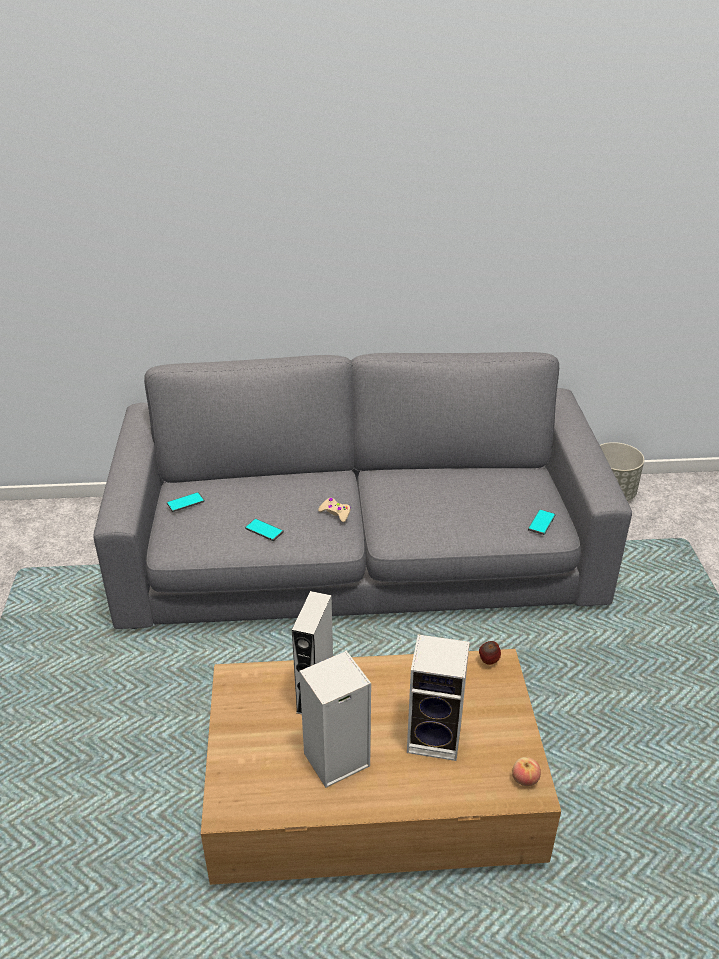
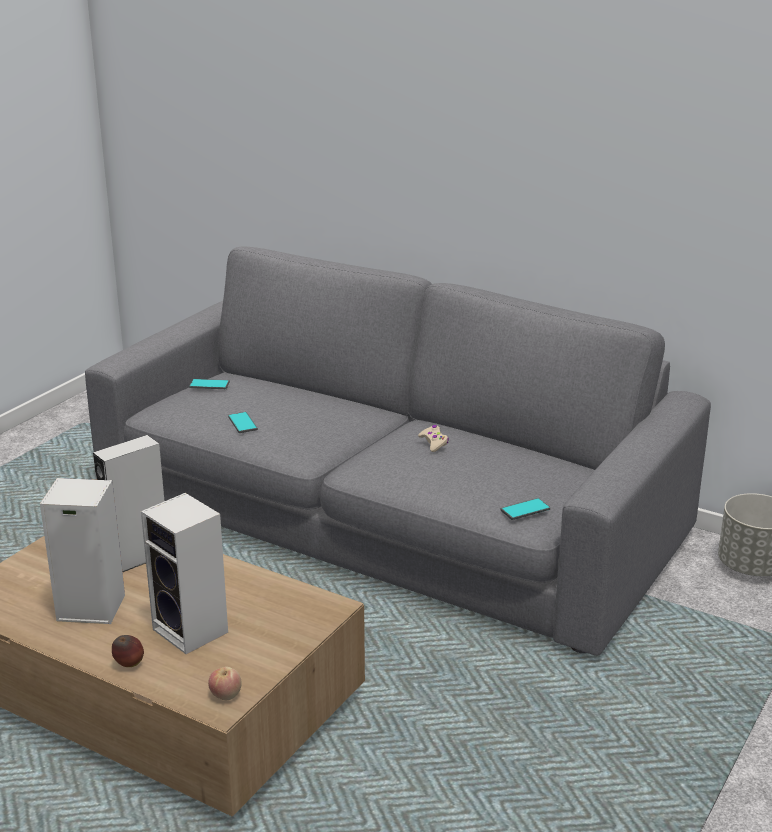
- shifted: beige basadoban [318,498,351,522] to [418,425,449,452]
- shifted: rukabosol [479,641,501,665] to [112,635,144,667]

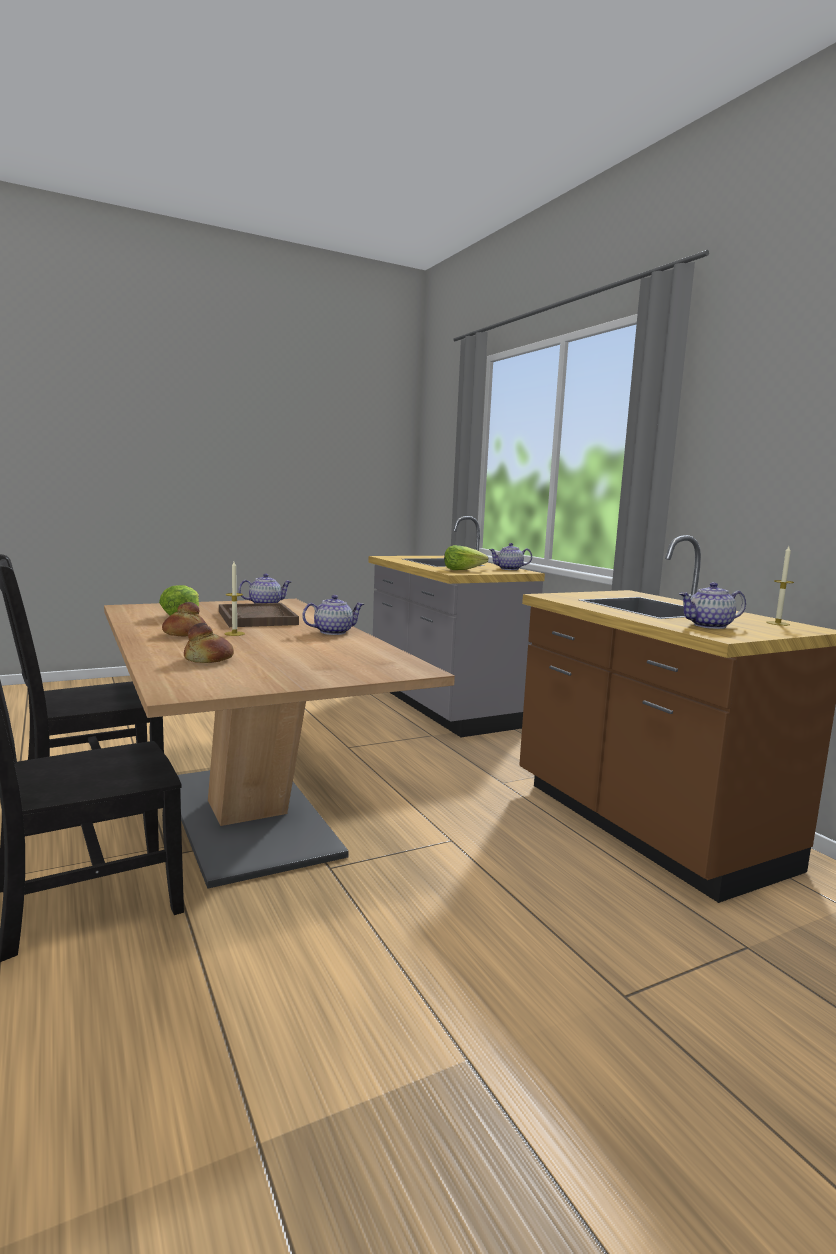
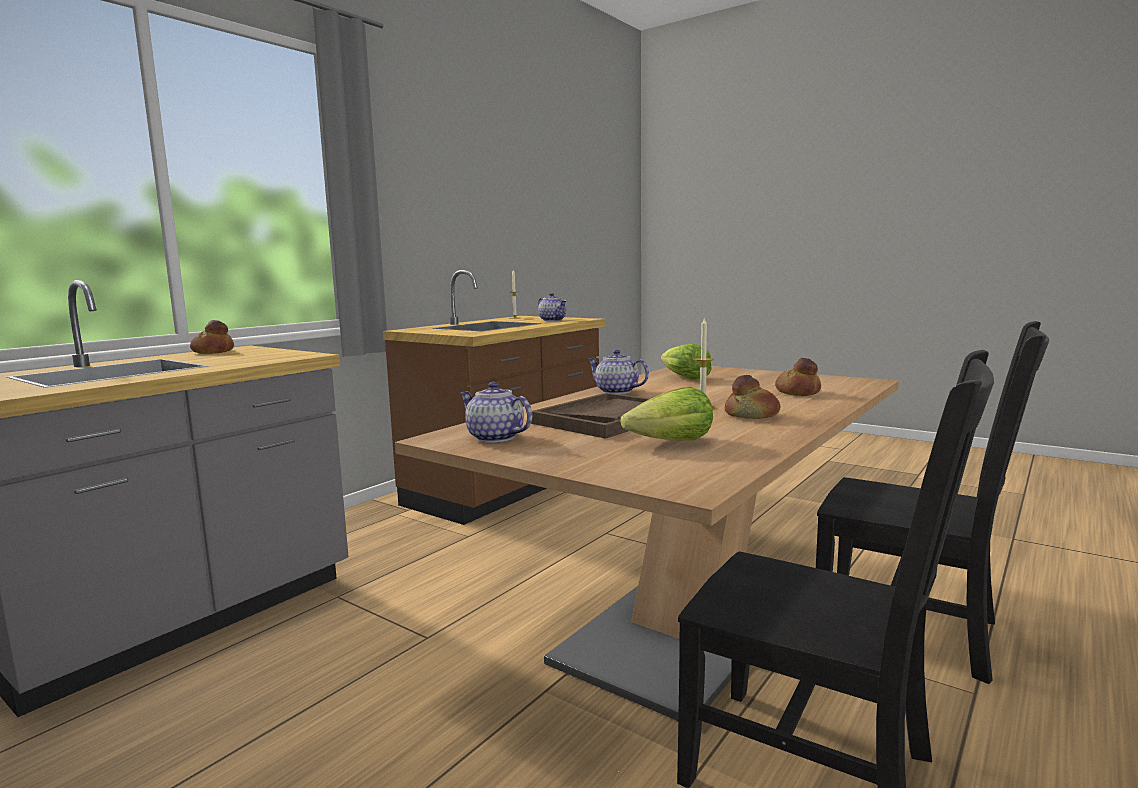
- swapped: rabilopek [489,543,532,570] to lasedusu [190,320,234,354]
- shifted: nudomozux [444,545,489,570] to [661,344,712,380]

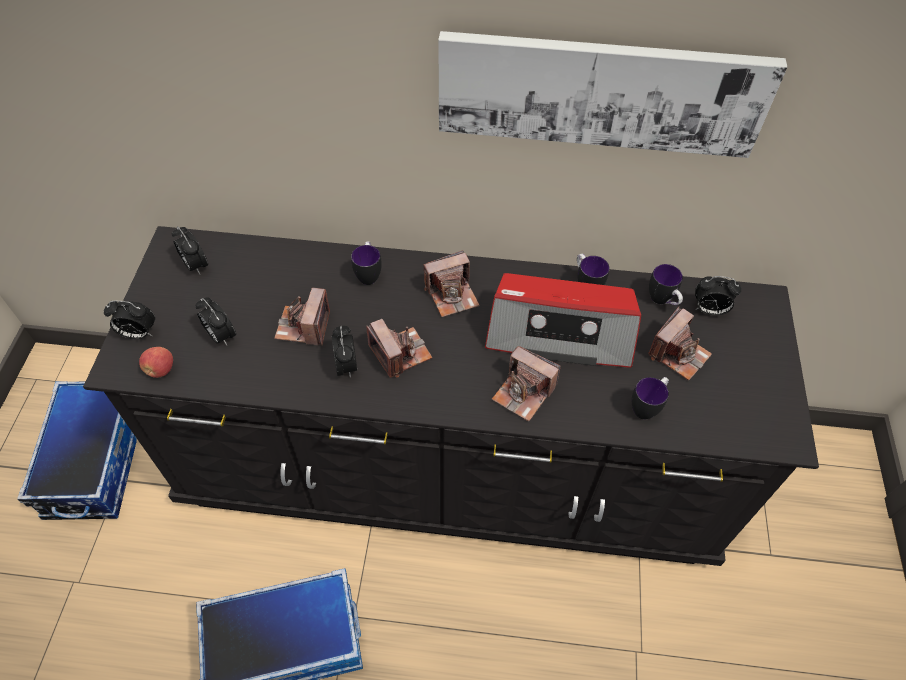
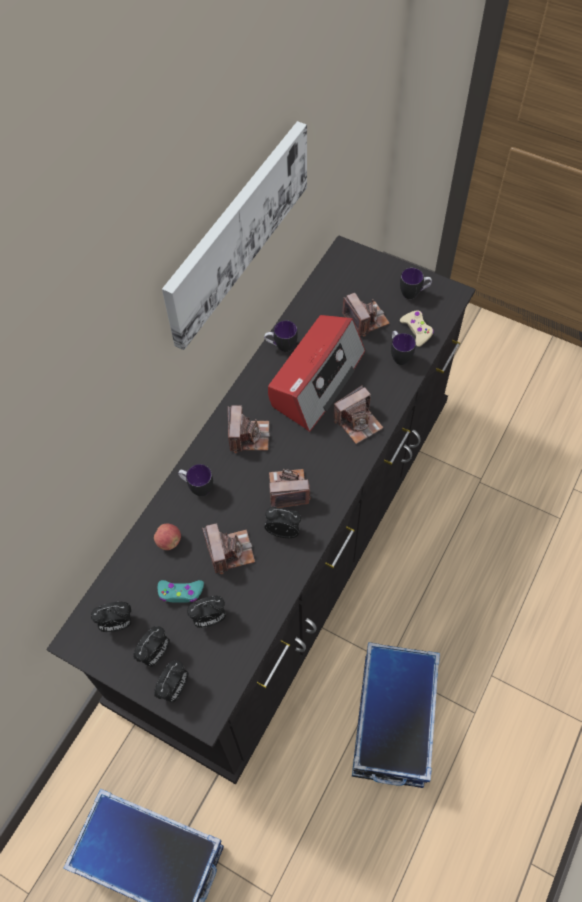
- shifted: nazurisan [649,264,683,305] to [400,268,432,299]
- shifted: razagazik [695,276,741,315] to [133,626,170,667]
- rotated: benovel [274,288,330,346] = [202,523,255,574] 135 degrees counterclockwise
- shifted: rukabosol [139,347,173,378] to [154,524,181,550]
- new: beige basadoban [400,311,434,347]
- new: turquoise basadoban [158,580,204,603]

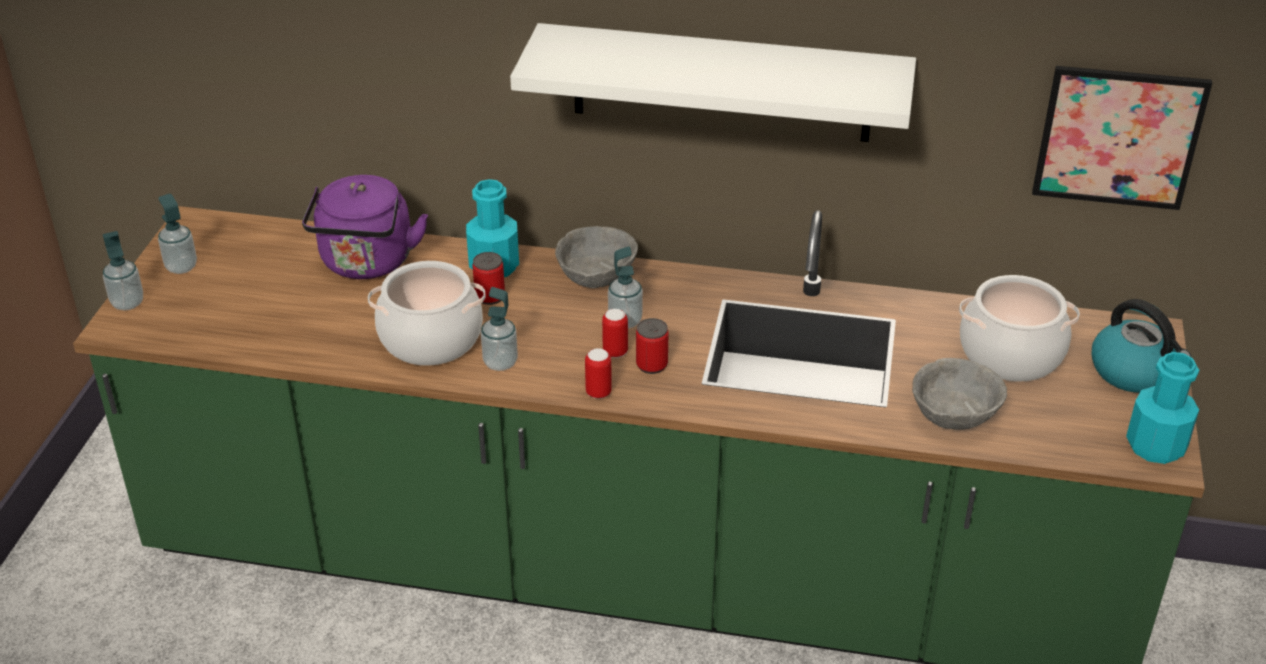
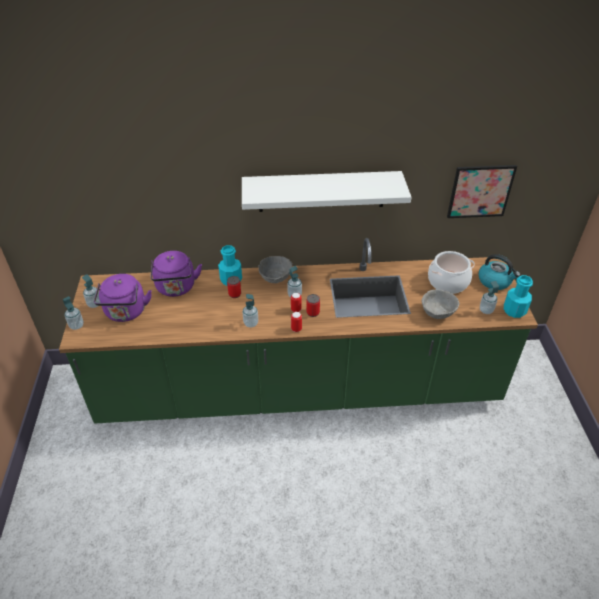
- gone: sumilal [368,261,486,366]
- new: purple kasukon [94,274,152,322]
- new: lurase [480,281,499,314]

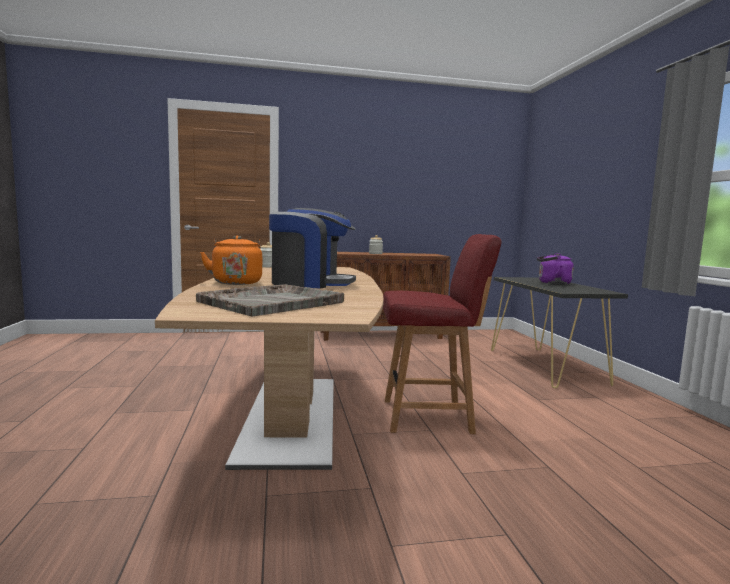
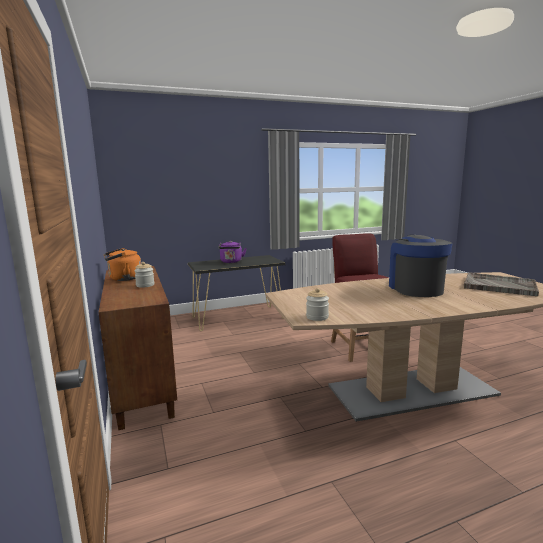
- shifted: orange kasukon [200,235,262,285] to [103,248,141,281]

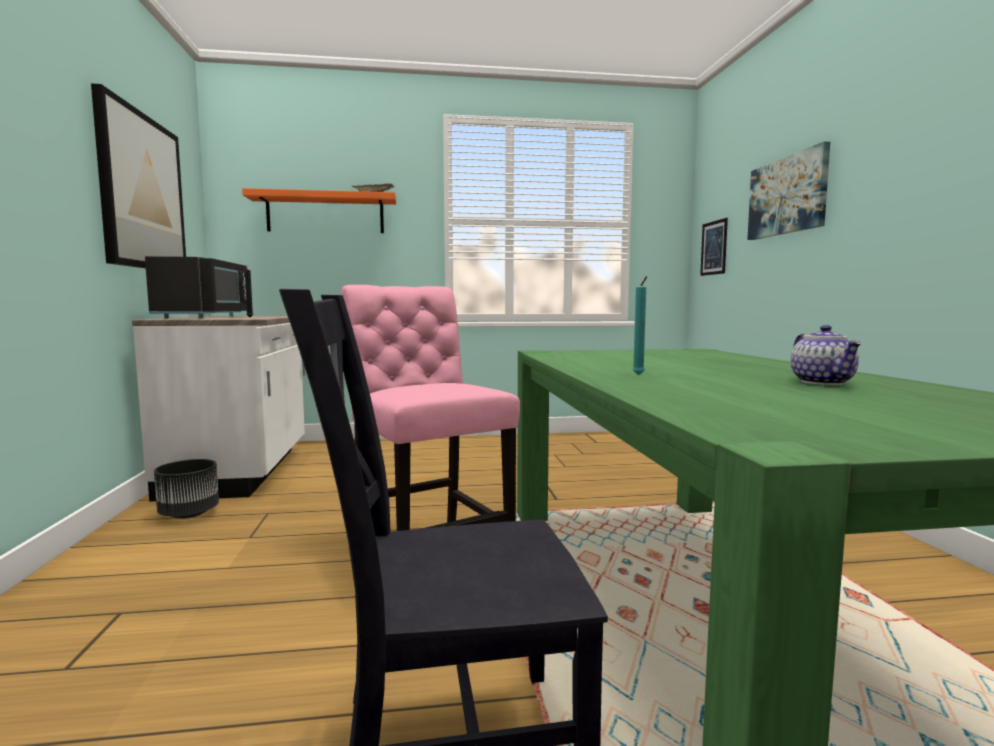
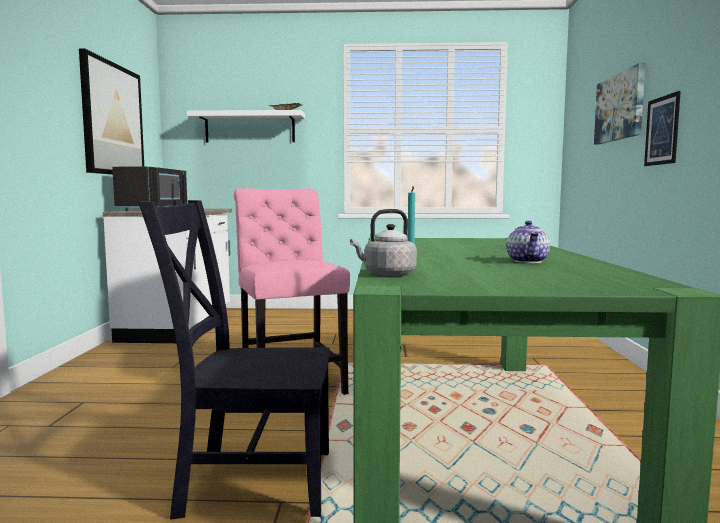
- repainted: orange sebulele [242,188,396,233] to white sebulele [187,110,305,143]
- shifted: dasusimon [700,218,728,276] to [644,91,681,166]
- gone: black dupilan [154,459,219,519]
- new: grey kasukon [350,209,417,276]

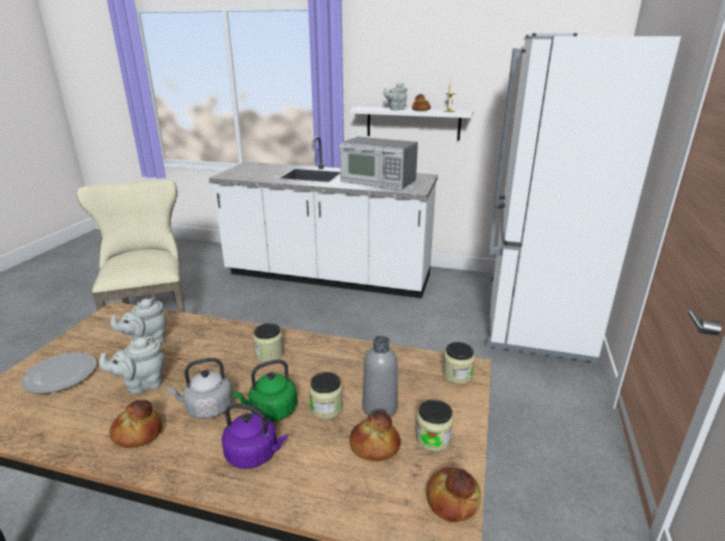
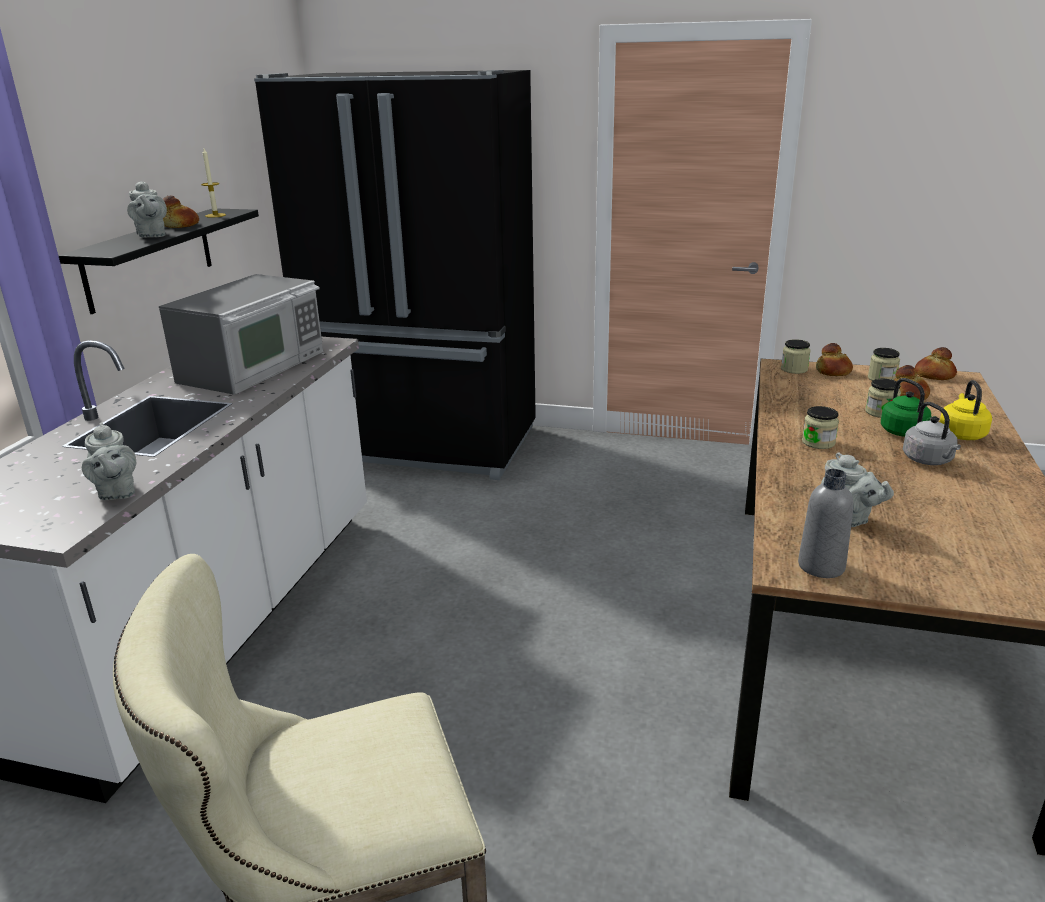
- repainted: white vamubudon [486,33,681,363] to black vamubudon [254,70,536,480]
- repainted: white sebulele [350,106,473,141] to black sebulele [58,209,259,314]
- shifted: grey rabilopek [99,336,165,394] to [82,422,136,500]
- shifted: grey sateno [362,336,398,417] to [798,469,854,578]
- gone: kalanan [21,352,96,394]
- shifted: lasedusu [109,400,162,448] to [816,343,853,376]
- repainted: purple kasukon [222,403,287,469] to yellow kasukon [940,380,992,440]

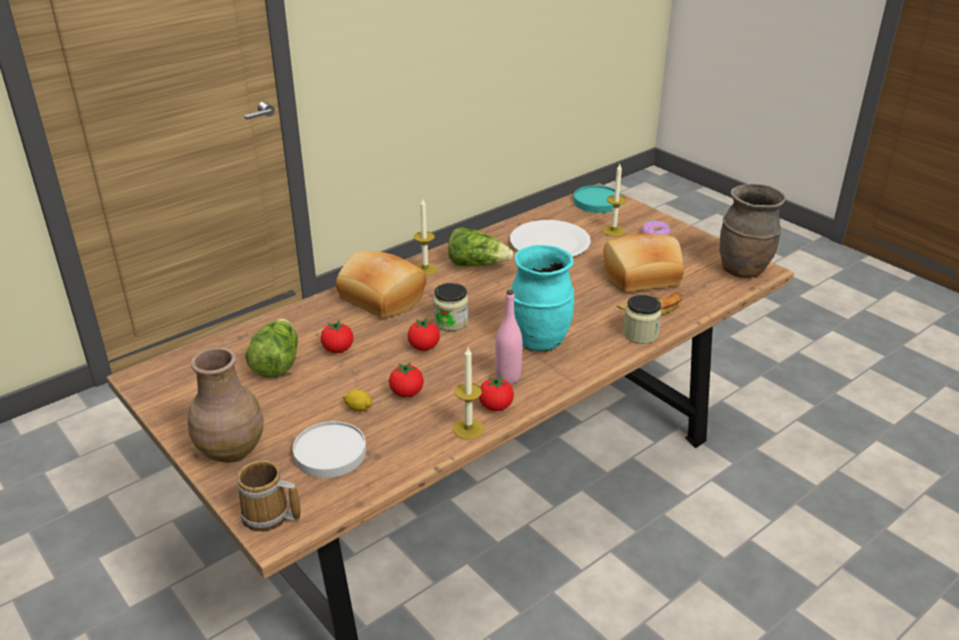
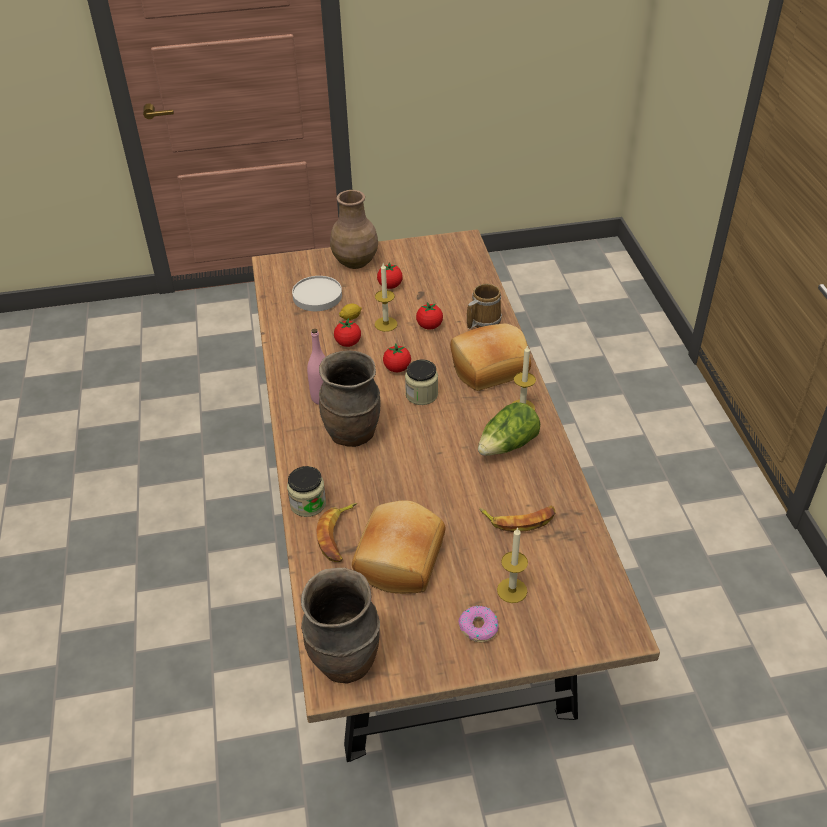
- gone: turquoise kalanan [573,185,622,213]
- swapped: white kalanan [510,220,591,257] to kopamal [479,506,555,532]
- repainted: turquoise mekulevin [510,245,574,352] to brown mekulevin [319,350,381,447]
- gone: nudomozux [245,318,298,378]
- shifted: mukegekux [453,348,484,440] to [375,263,397,332]
- shifted: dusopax [479,375,514,411] to [377,262,403,289]
- shifted: nazurisan [237,460,301,532] to [467,283,502,329]

